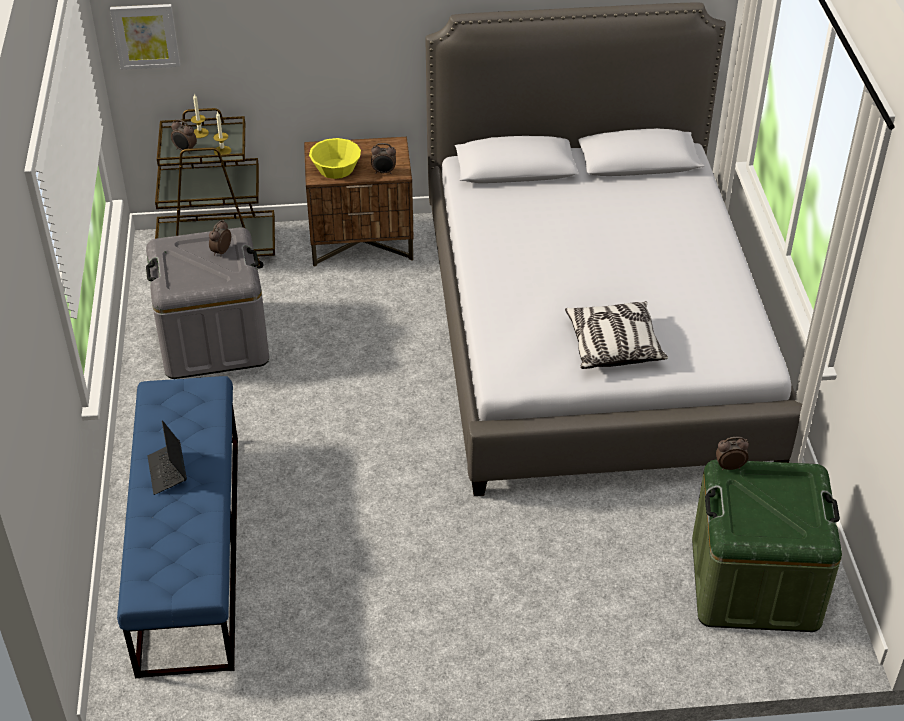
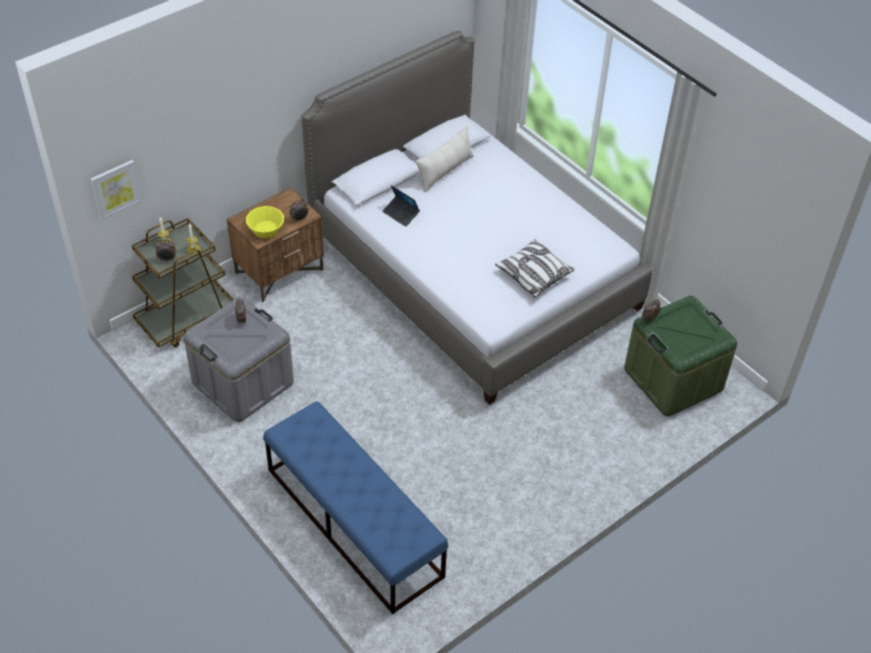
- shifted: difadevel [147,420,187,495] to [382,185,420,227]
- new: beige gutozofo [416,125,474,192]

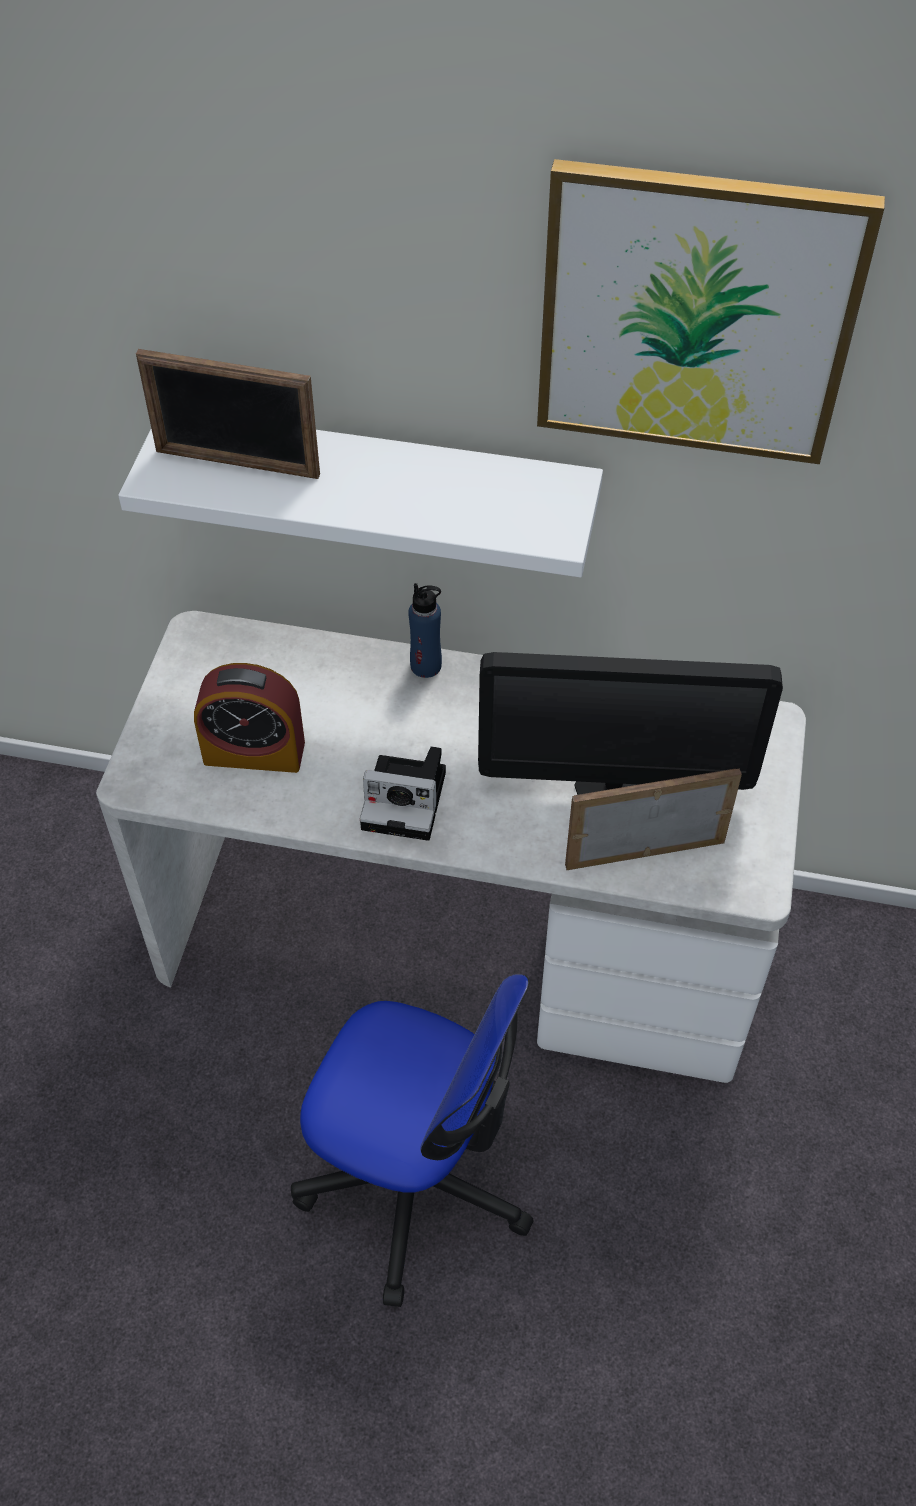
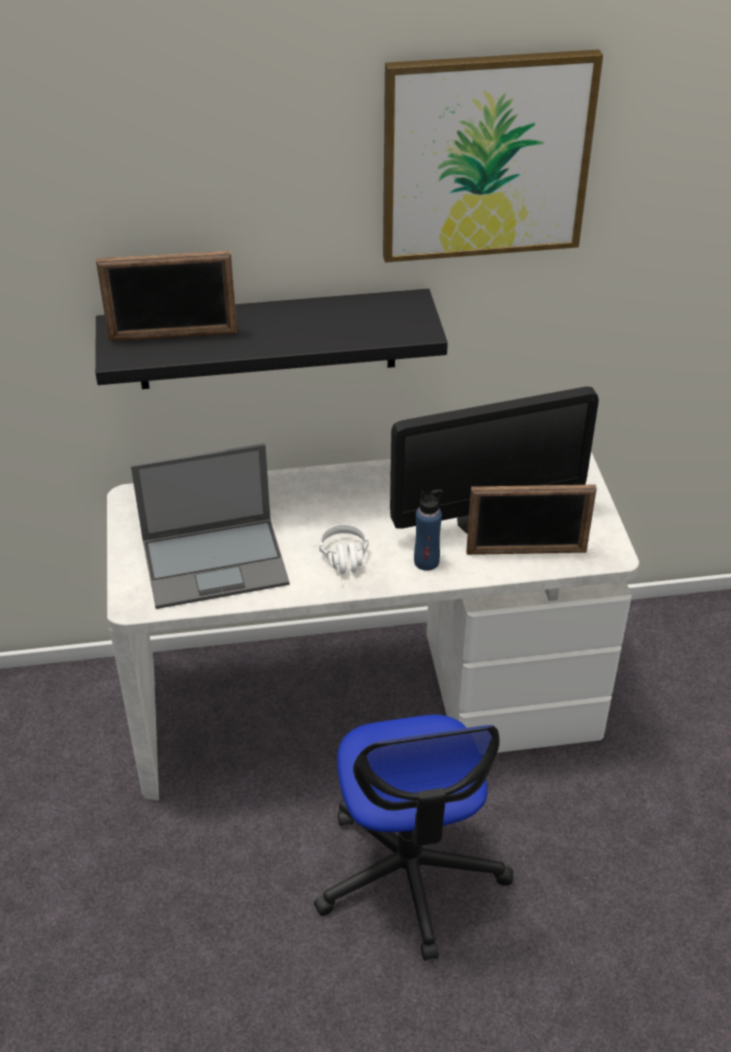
- repainted: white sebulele [118,429,603,578] to black sebulele [95,289,448,389]
- shifted: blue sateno [408,583,442,678] to [414,489,444,571]
- swapped: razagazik [194,663,305,773] to difadevel [131,443,290,609]
- swapped: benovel [360,746,446,841] to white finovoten [319,524,368,582]
- rotated: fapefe [565,769,742,870] = [466,485,597,555] 150 degrees counterclockwise
- rotated: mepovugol [291,974,534,1307] = [314,714,513,961] 75 degrees clockwise

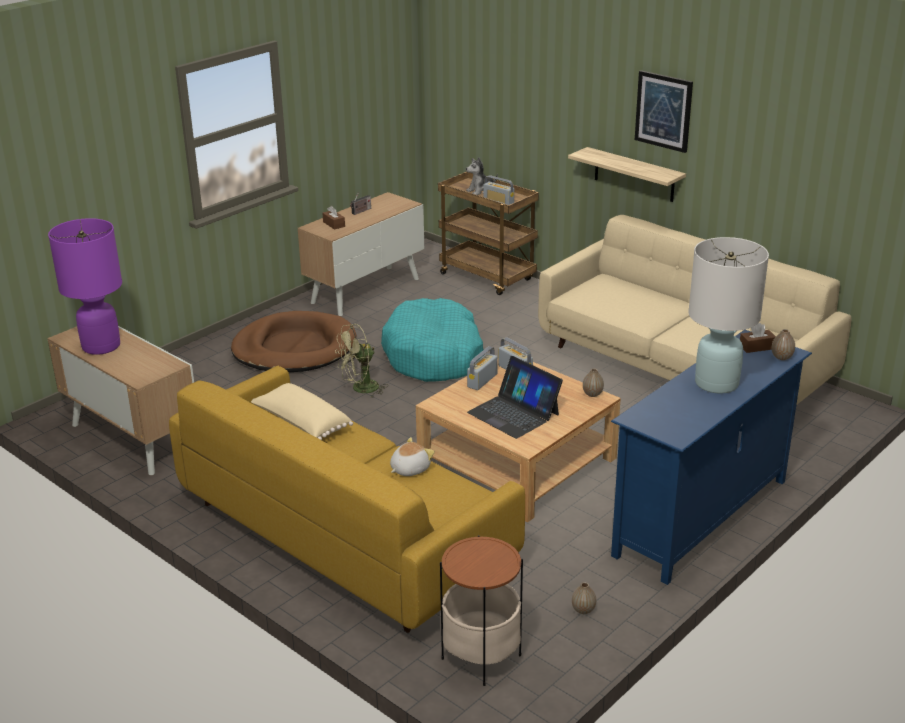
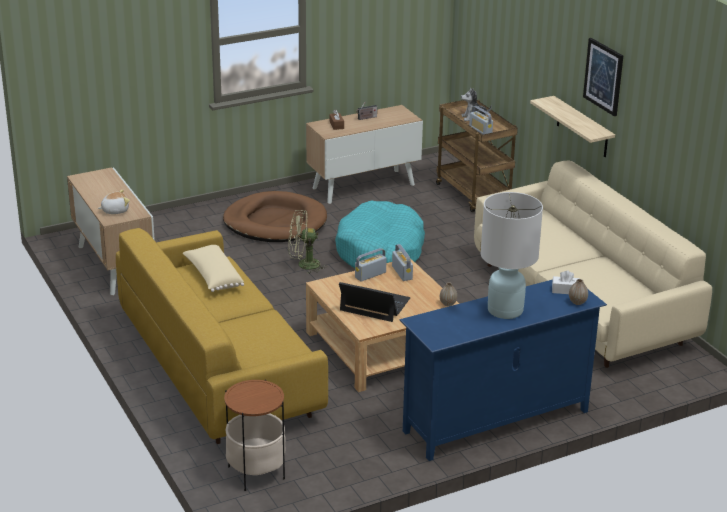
- gone: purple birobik [48,218,122,355]
- repainted: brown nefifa [740,323,776,353] to white nefifa [552,270,580,294]
- rotated: difadevel [467,356,563,439] = [339,282,410,322] 135 degrees clockwise
- shifted: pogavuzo [390,437,435,476] to [98,190,130,214]
- gone: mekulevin [572,582,596,614]

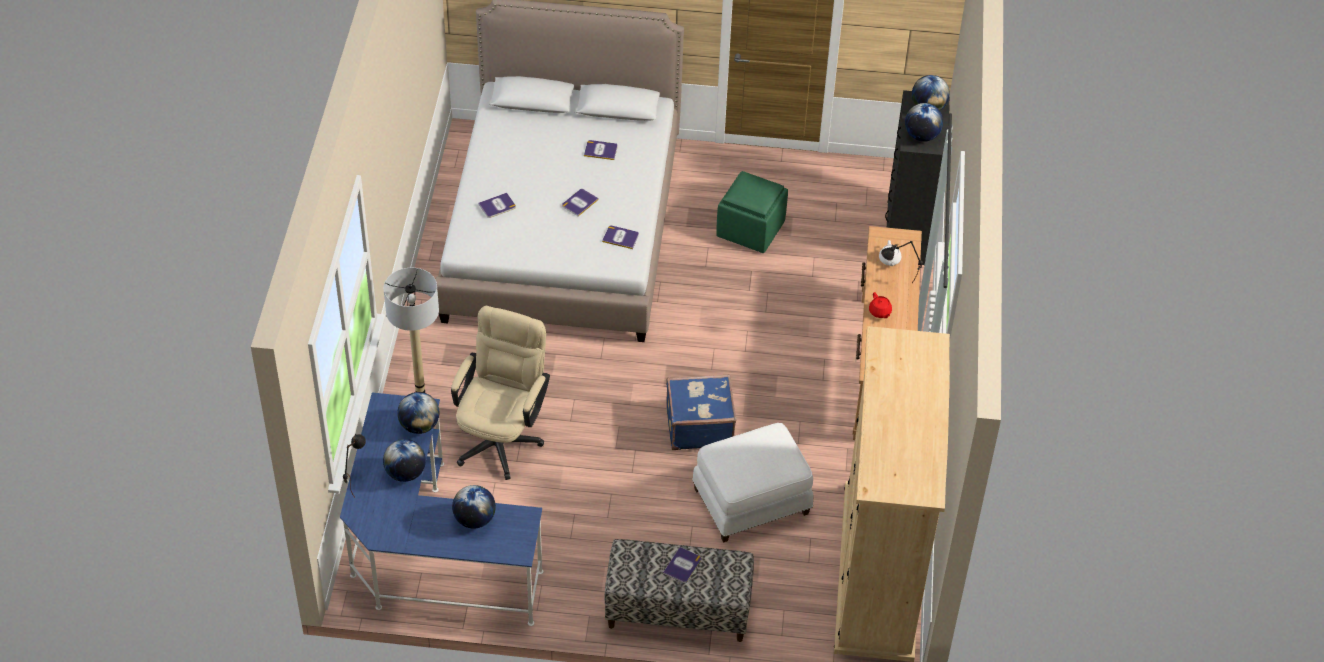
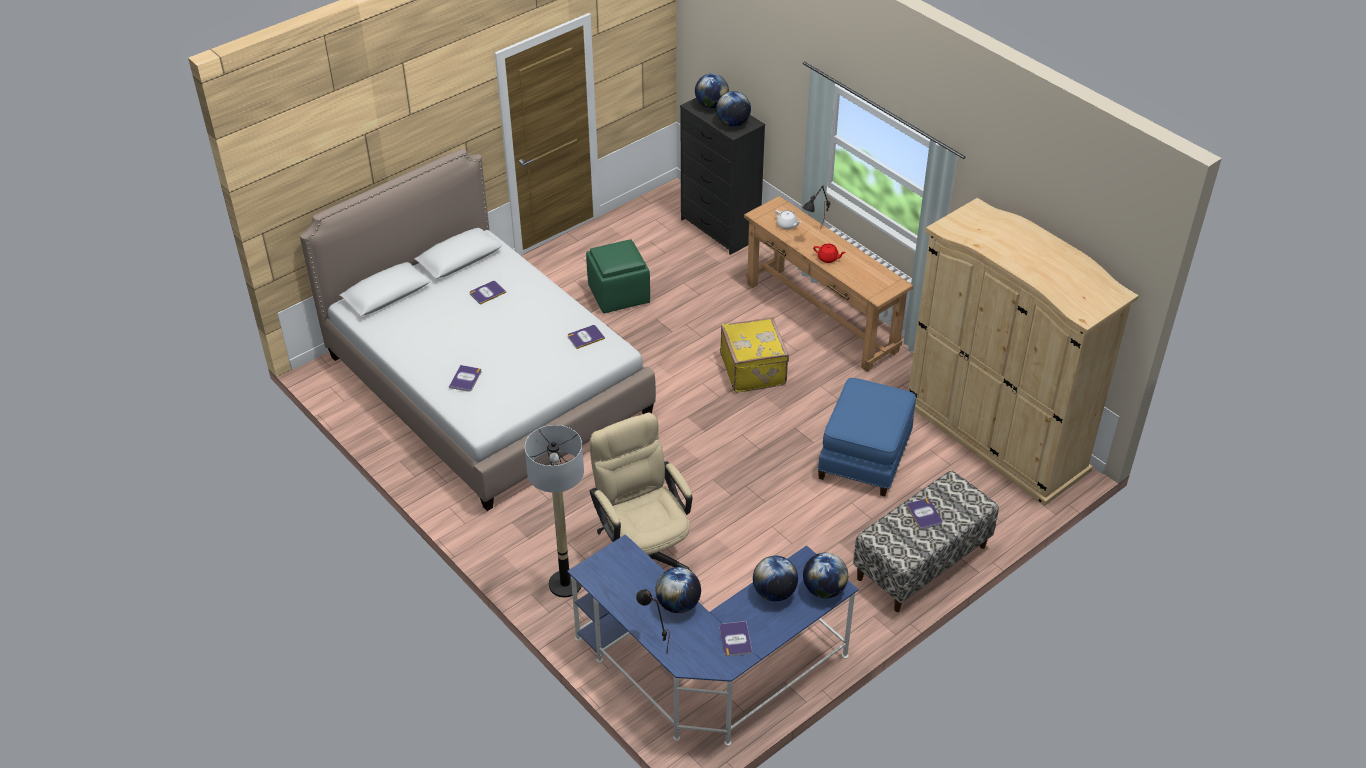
- shifted: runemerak [562,189,599,217] to [720,621,752,656]
- gone: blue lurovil [666,374,737,450]
- shifted: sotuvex [397,392,439,434] to [803,553,848,598]
- repainted: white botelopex [692,423,813,543] to blue botelopex [818,378,916,496]
- new: yellow lurovil [720,317,789,393]

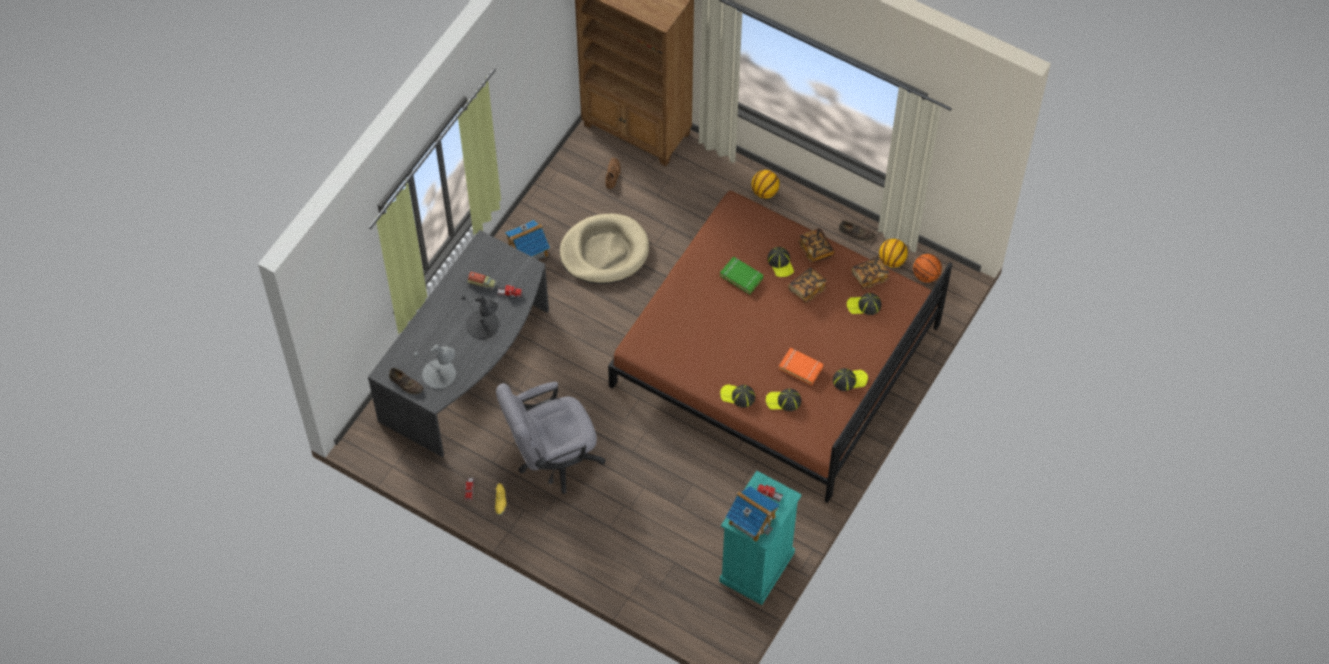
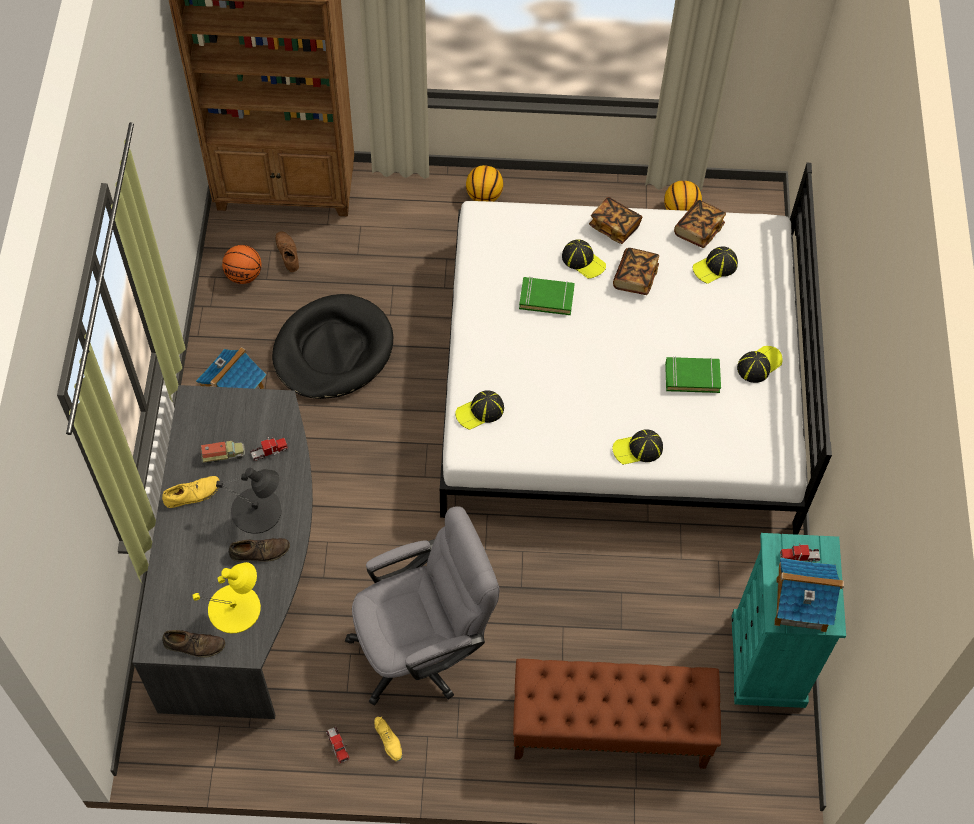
- repainted: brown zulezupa [608,191,953,503] to white zulezupa [440,163,832,535]
- repainted: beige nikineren [560,214,649,284] to black nikineren [272,294,393,399]
- shifted: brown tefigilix [839,221,875,241] to [229,538,290,562]
- shifted: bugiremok [913,254,942,283] to [222,245,262,284]
- repainted: grey birobik [414,345,456,389] to yellow birobik [192,562,261,633]
- repainted: orange runemerak [779,348,823,385] to green runemerak [665,356,721,393]
- rotated: grey mepovugol [496,382,606,494] = [345,506,500,706] 150 degrees counterclockwise
- shifted: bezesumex [766,388,801,411] to [455,390,504,430]
- new: yellow tefigilix [162,476,220,508]
- new: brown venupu [513,659,721,769]

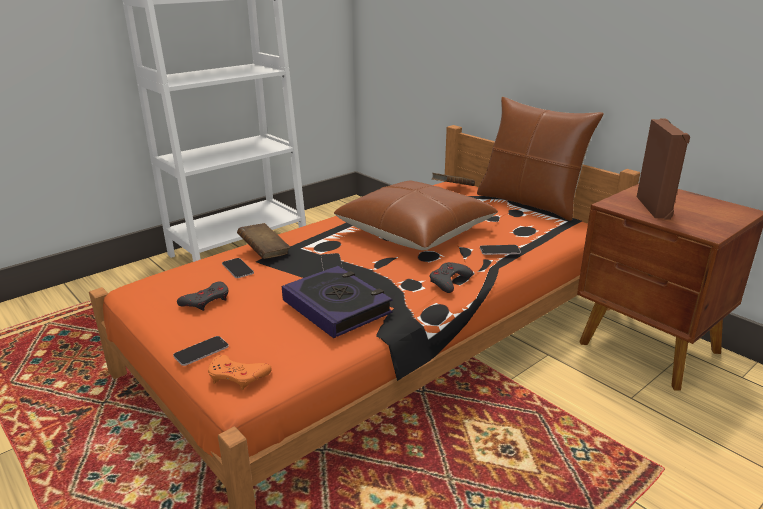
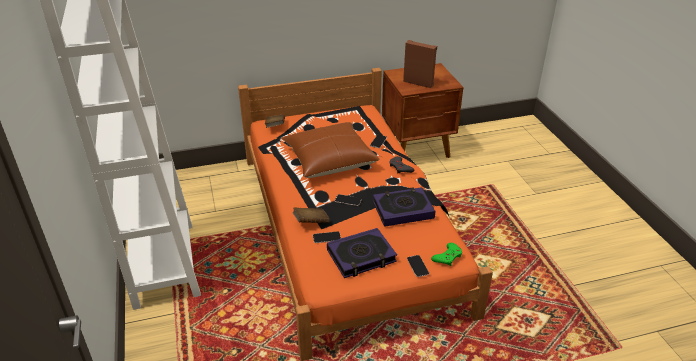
- gone: brown gutozofo [477,97,604,221]
- swapped: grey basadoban [177,282,229,311] to runemerak [327,228,397,278]
- repainted: orange basadoban [208,355,272,390] to green basadoban [431,243,462,266]

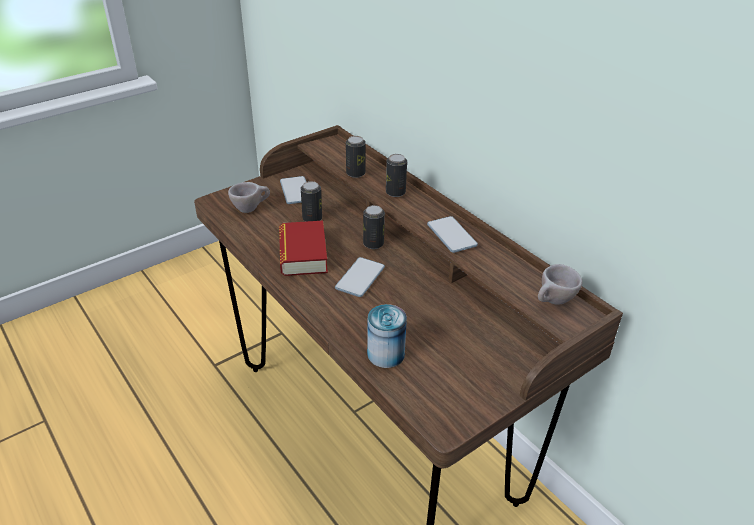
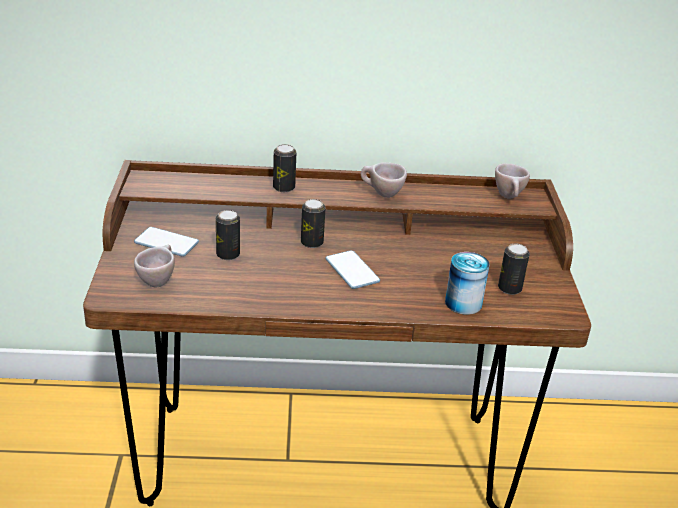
- shifted: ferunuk [346,136,366,178] to [498,243,530,295]
- swapped: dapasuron [427,216,478,253] to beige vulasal [361,162,407,198]
- gone: runemerak [279,221,328,276]

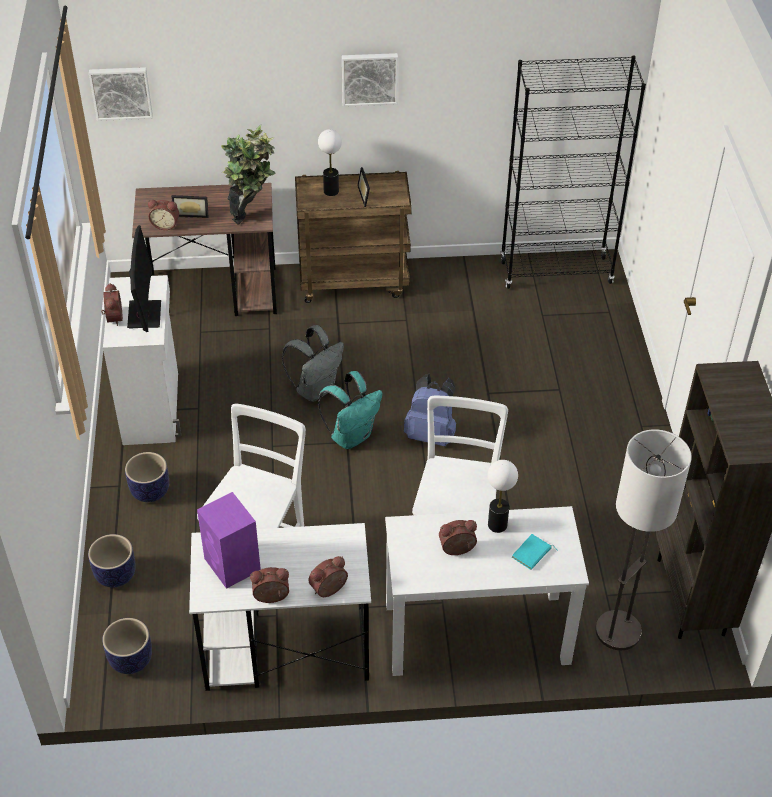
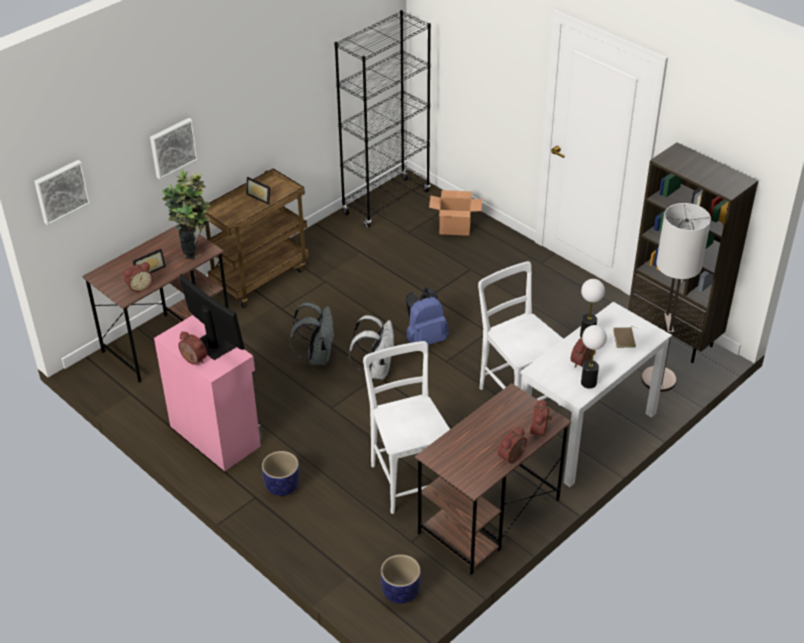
- shifted: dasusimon [342,53,398,107] to [150,118,198,180]
- shifted: birobik [318,129,342,196] to [581,325,607,389]
- repainted: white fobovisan [103,275,181,445] to pink fobovisan [154,315,262,471]
- repainted: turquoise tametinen [318,371,382,449] to white tametinen [349,315,394,380]
- gone: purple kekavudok [197,492,261,589]
- repainted: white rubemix [189,523,371,691] to brown rubemix [415,383,571,575]
- gone: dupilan [88,534,136,588]
- repainted: turquoise runemerak [512,534,558,570] to brown runemerak [613,326,637,348]
- new: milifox [429,190,482,236]

